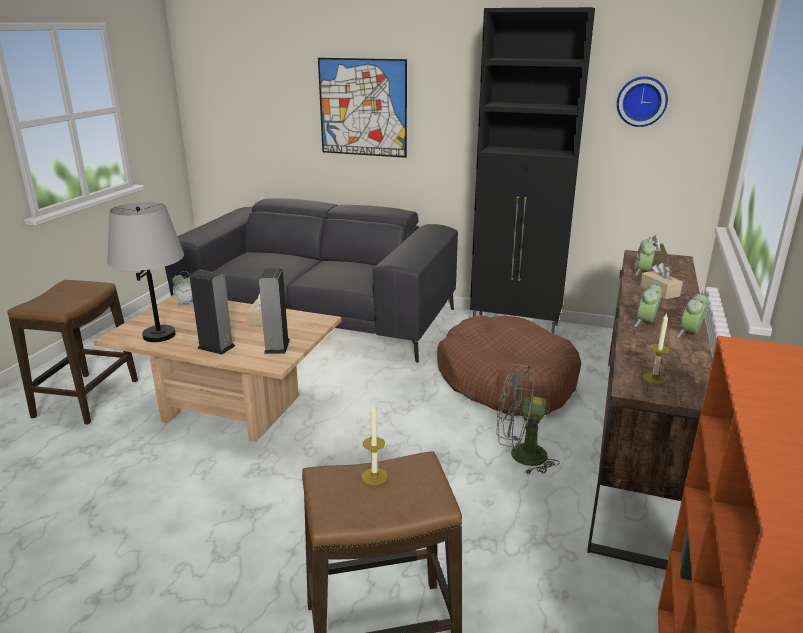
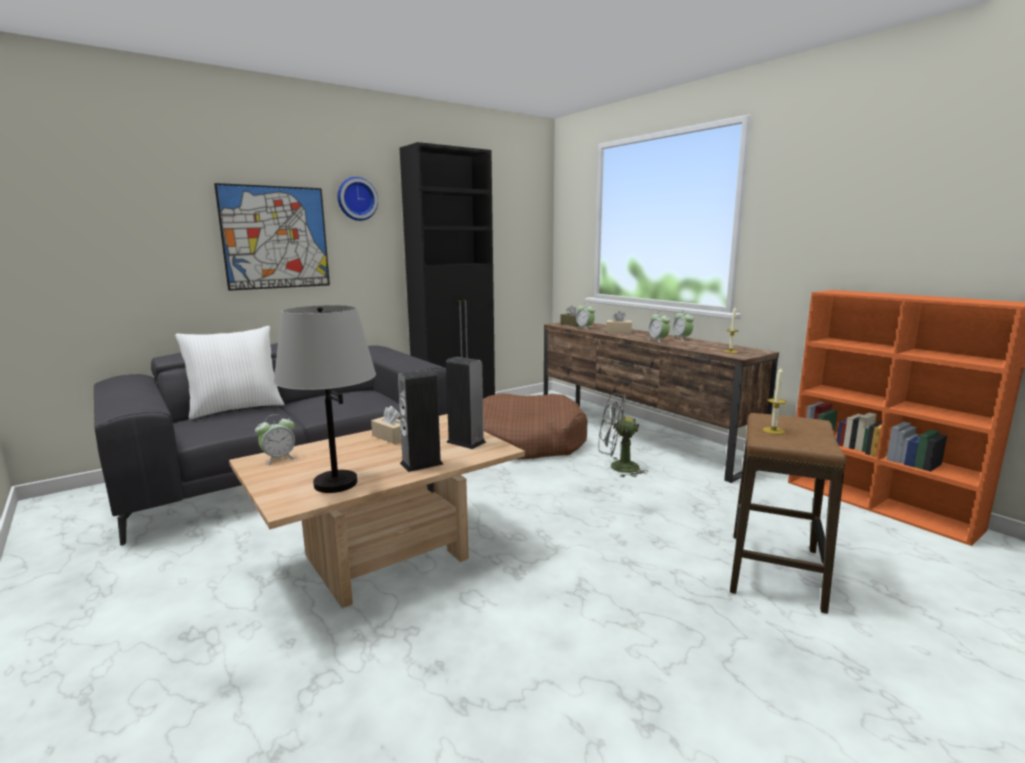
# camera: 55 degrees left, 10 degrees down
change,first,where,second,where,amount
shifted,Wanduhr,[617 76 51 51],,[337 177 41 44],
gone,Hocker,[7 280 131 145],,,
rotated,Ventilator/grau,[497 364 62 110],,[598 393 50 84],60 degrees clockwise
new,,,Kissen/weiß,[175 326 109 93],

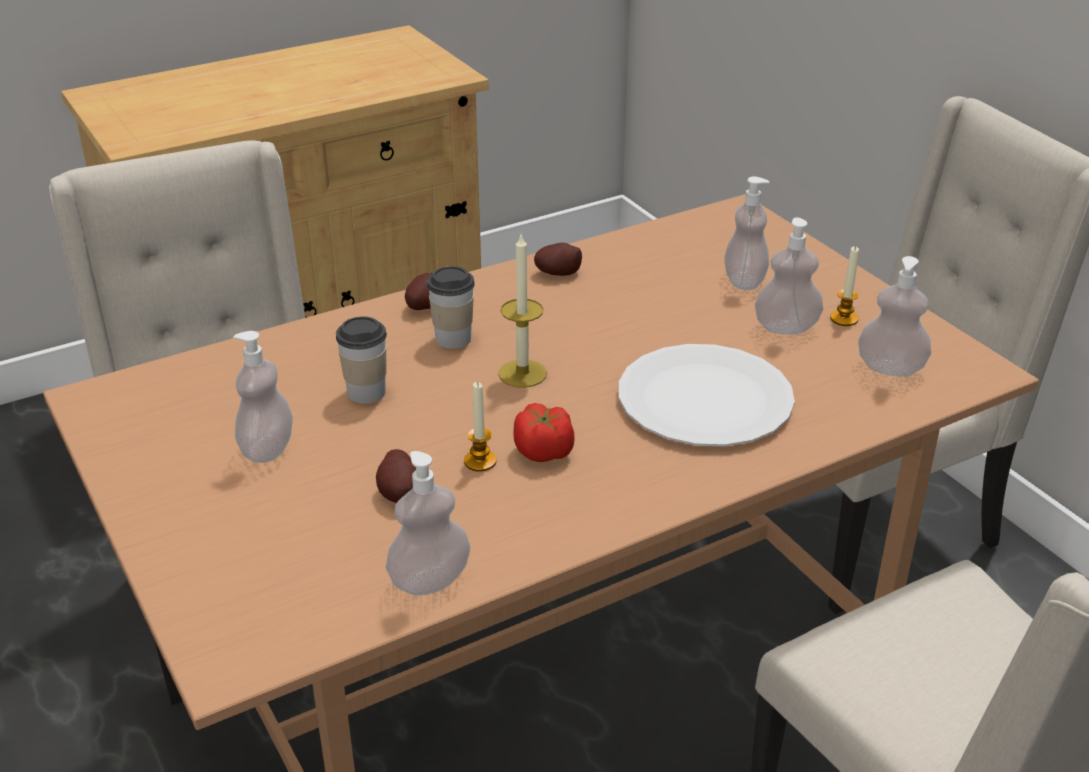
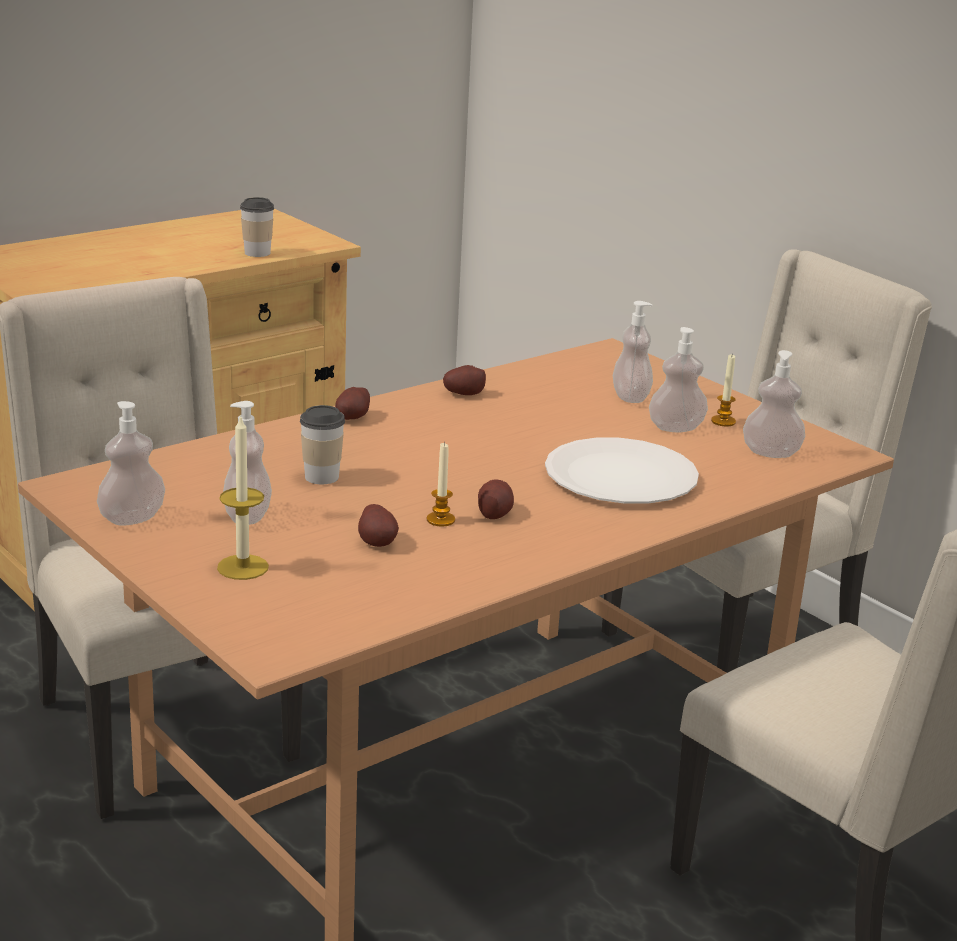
# camera: 10 degrees left, 10 degrees down
change,first,where,second,where,amount
shifted,Kerze,[498 234 49 154],,[217 414 52 166],
shifted,Tasse,[427 266 48 83],,[240 197 34 60],
swapped,Tomate,[513 403 62 59],Kartoffel,[478 479 36 40],
shifted,Seifenspender,[385 451 86 145],,[97 401 68 125],

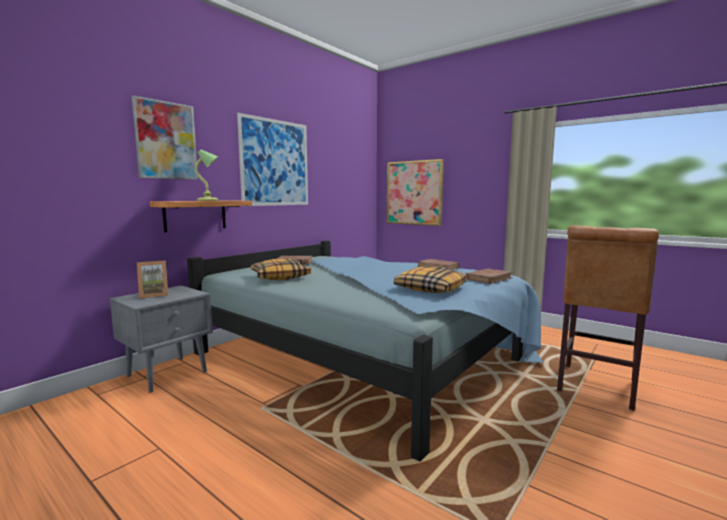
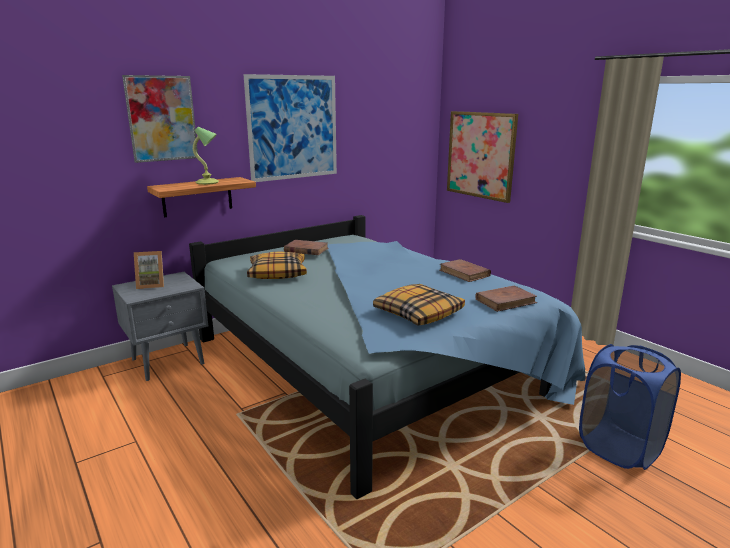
# camera: 15 degrees right, 10 degrees up
change,first,where,second,where,amount
swapped,Hocker/braun,[557 226 102 185],Wäschekorb/blau,[579 344 102 126],

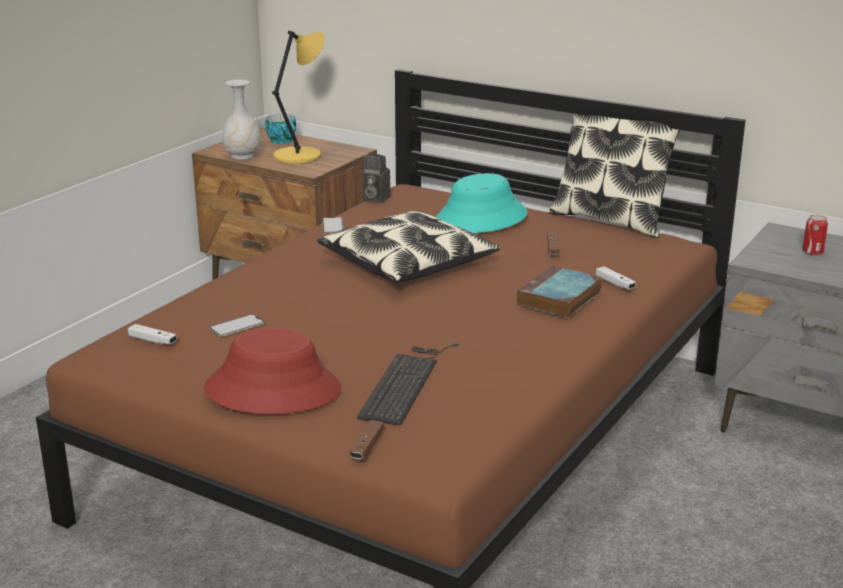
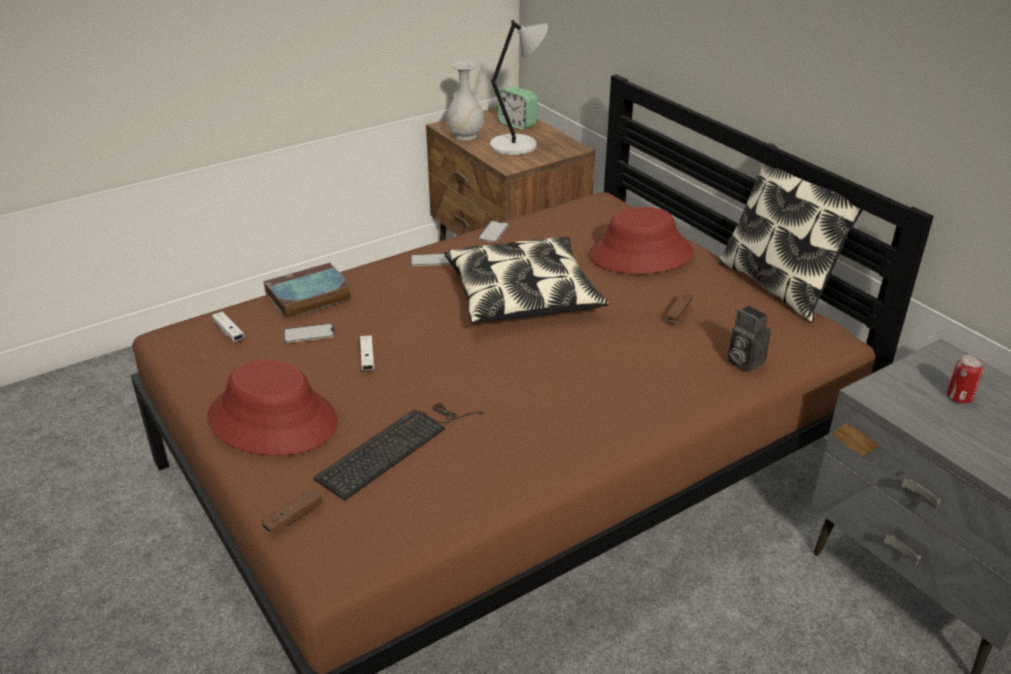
# camera: 25 degrees right, 10 degrees up
change,first,where,second,where,amount
repainted,Tischlampe/gelb,[272 30 53 134],Tischlampe/grau,[490 20 58 135],
swapped,Tasse,[265 114 31 30],Wecker,[498 86 40 44],
shifted,Kamera,[363 154 28 49],,[728 306 43 66],
repainted,Hut/türkis,[436 173 92 60],Hut/rot,[589 207 105 67],
shifted,Buch,[517 266 85 52],,[264 263 89 56],
shifted,Gamepad/weiß,[596 266 40 24],,[360 335 14 36],
new,,,Handy,[410 253 41 13],

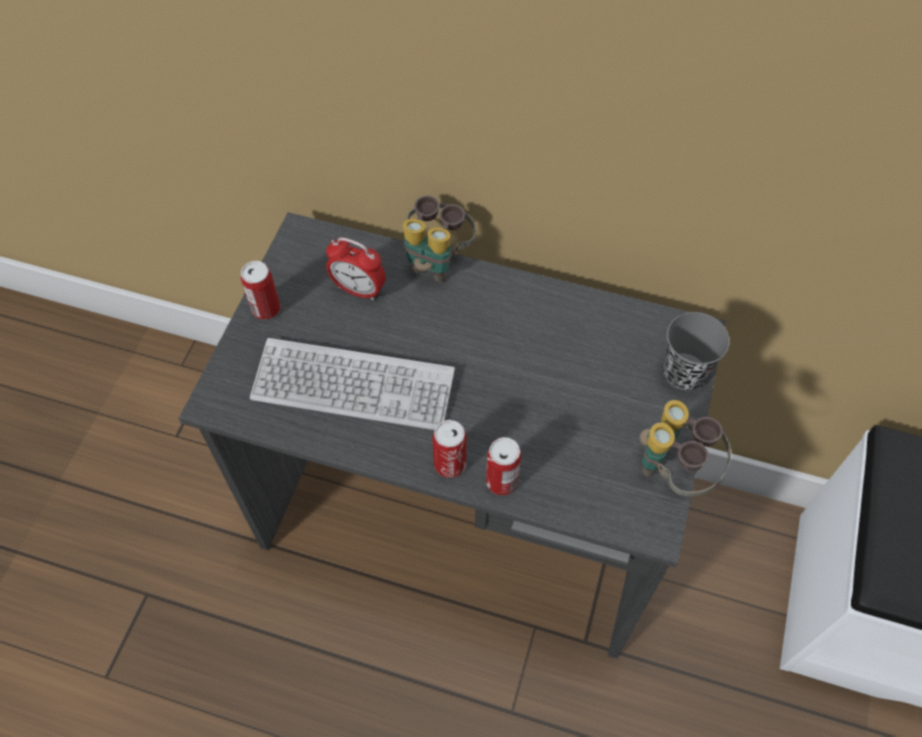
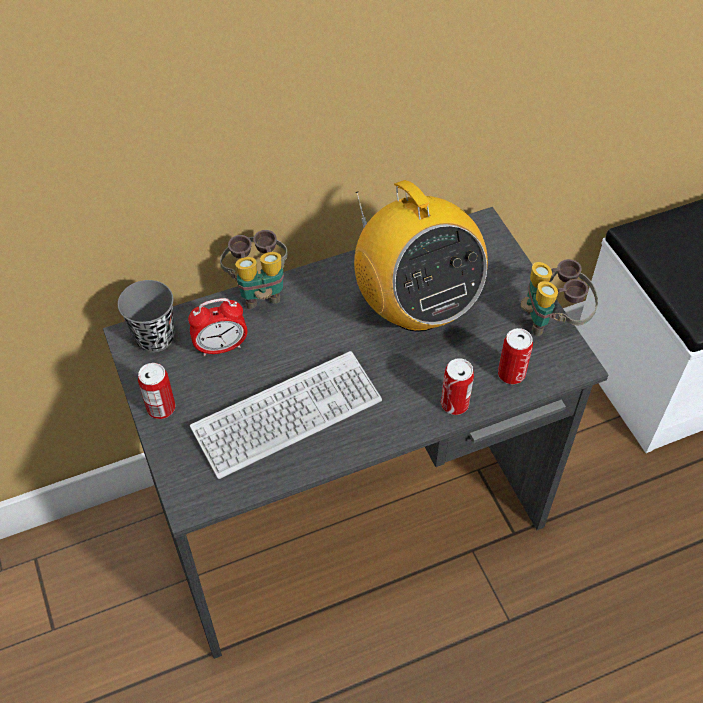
# camera: 40 degrees left, 5 degrees down
change,first,where,second,where,amount
shifted,Tasse/grau,[663 312 67 79],,[118 280 56 73],
shifted,Dose,[433 420 34 58],,[498 328 35 57],
new,,,Radio,[354 180 134 152],

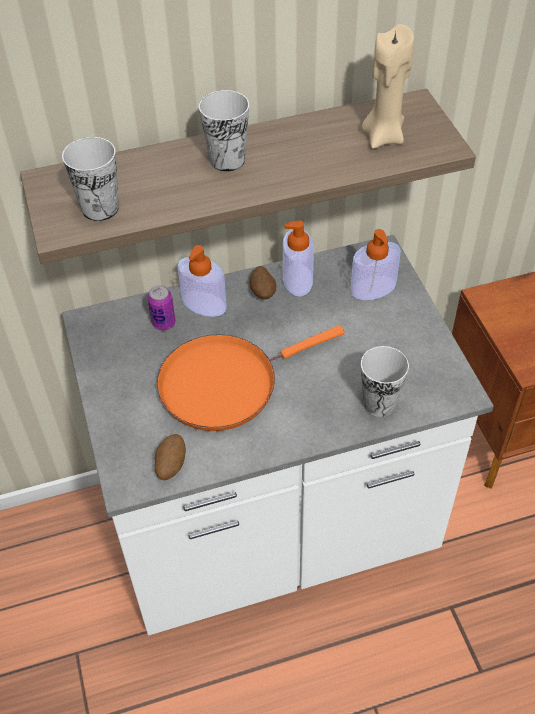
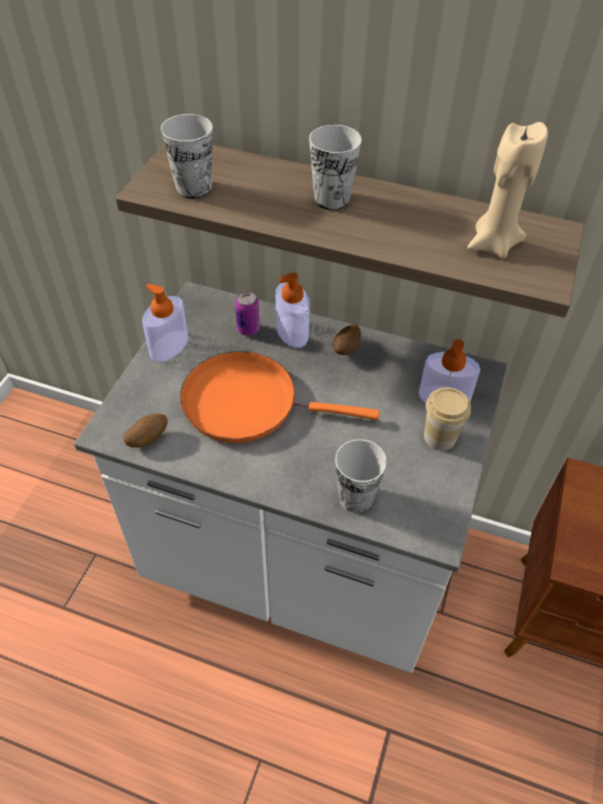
# camera: 35 degrees right, 0 degrees up
change,first,where,second,where,amount
shifted,Seifenspender,[283 220 31 77],,[142 284 46 78],
new,,,Tasse,[424 388 47 63],

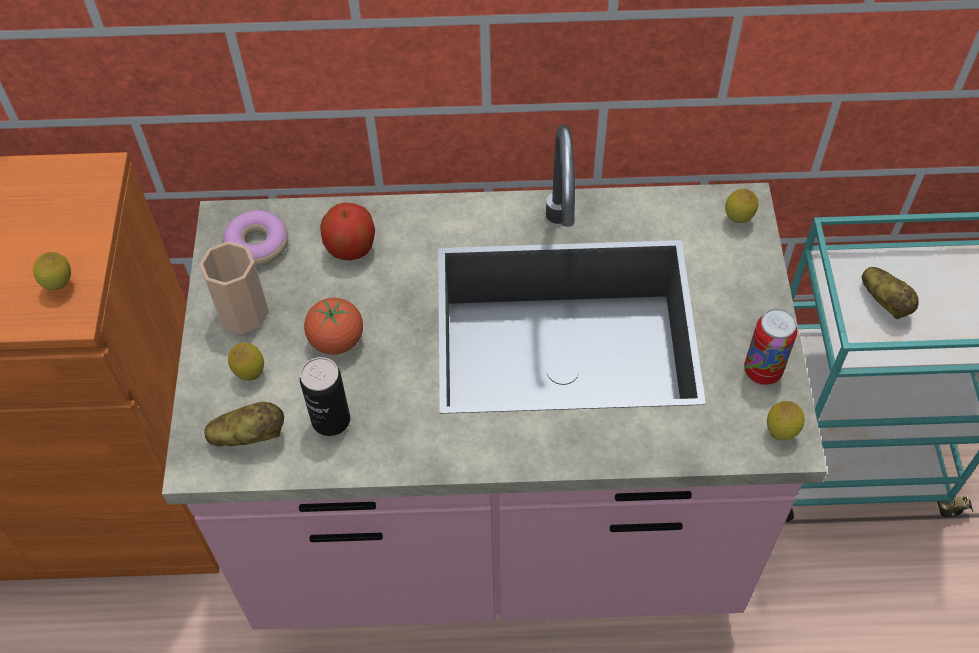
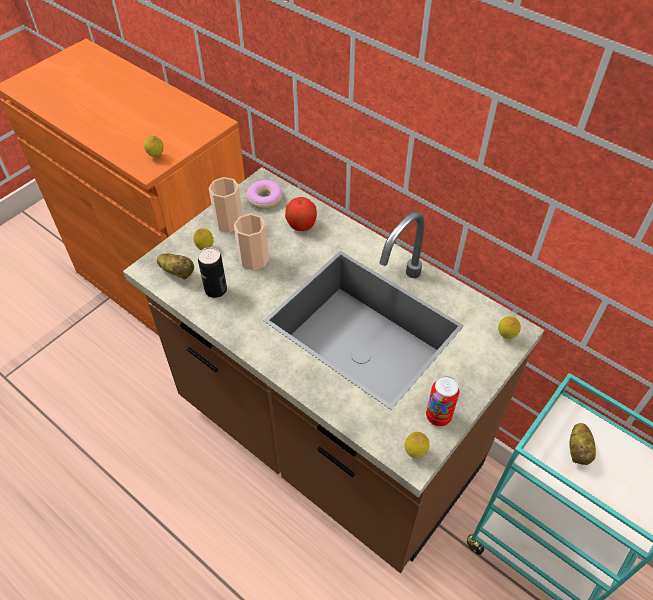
# camera: 40 degrees right, 5 degrees down
change,first,where,second,where,amount
repainted,Küchenzeile/rosa,[162 124 665 505],Küchenzeile/braun,[123 167 421 406],
swapped,Tomate,[304 298 59 57],Tasse,[234 214 35 57],

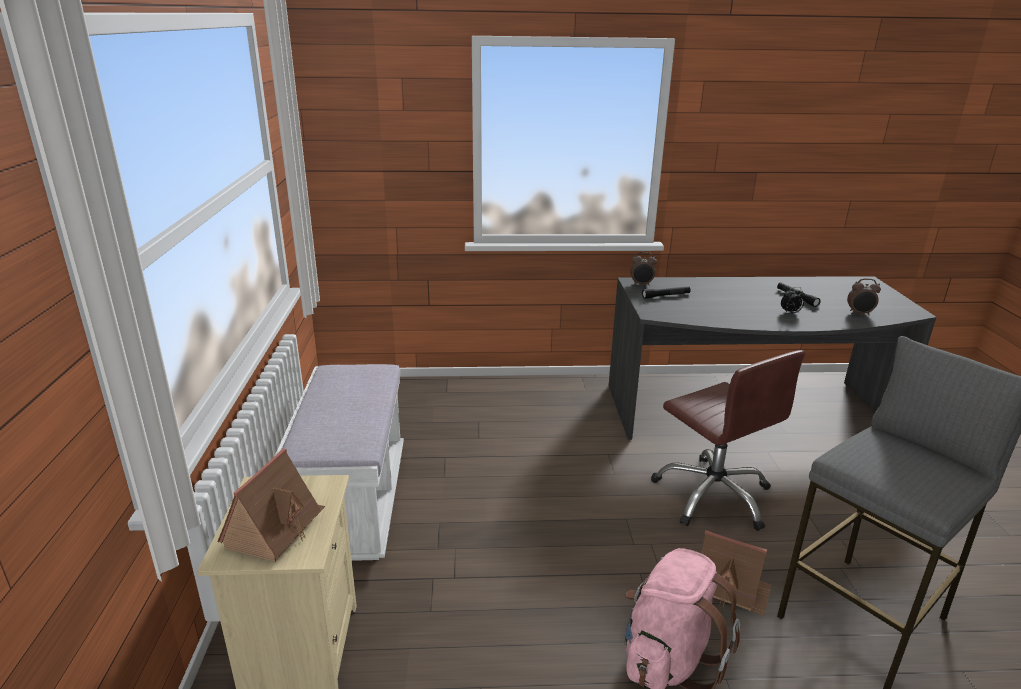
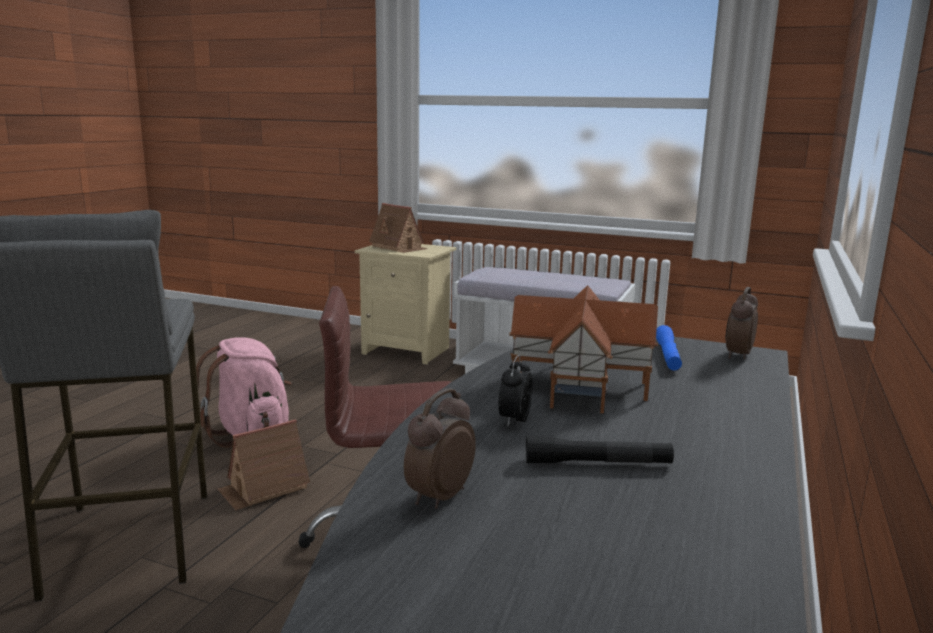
# camera: 115 degrees right, 10 degrees down
change,first,where,second,where,amount
repainted,Taschenlampe/schwarz,[642 286 49 13],Taschenlampe/blau,[656 325 26 45],
new,,,Spielzeughaus,[509 285 149 128],

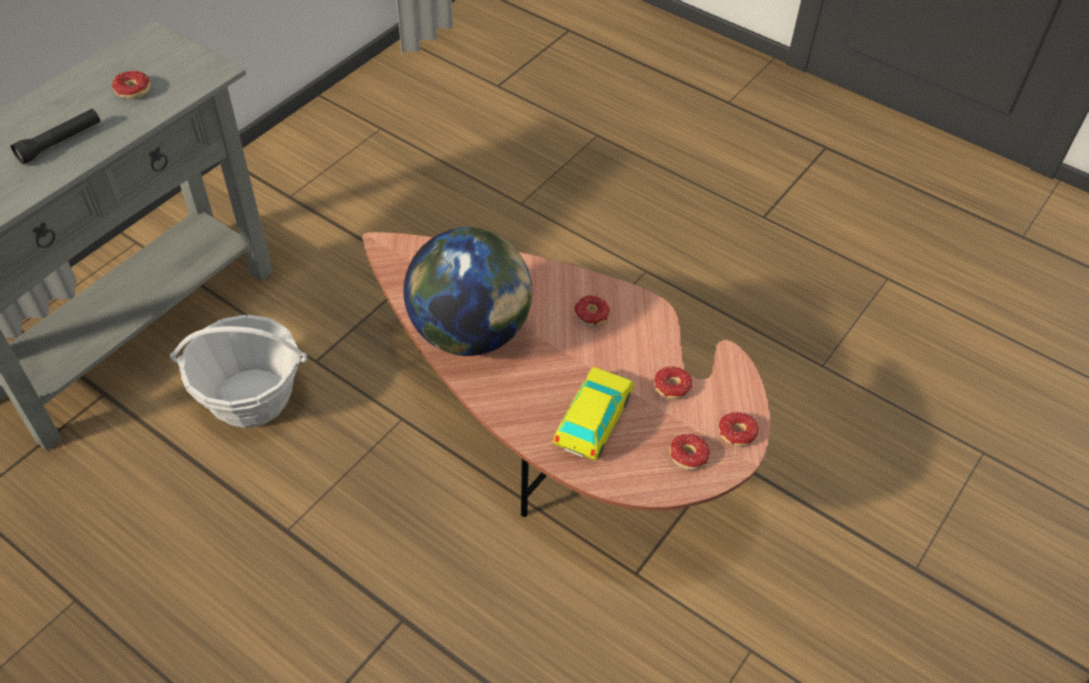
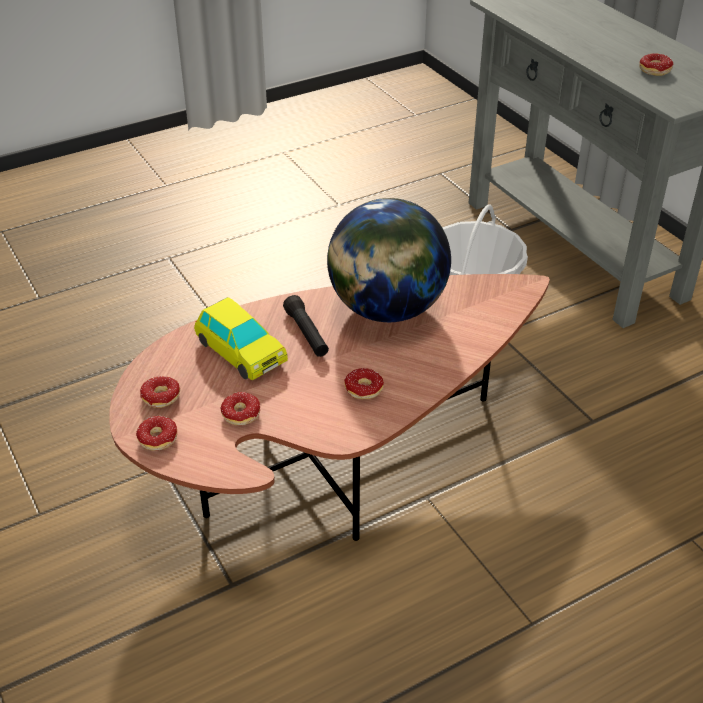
# camera: 115 degrees right, 10 degrees down
change,first,where,second,where,amount
shifted,Taschenlampe/schwarz,[11 109 89 56],,[283 295 46 62],

